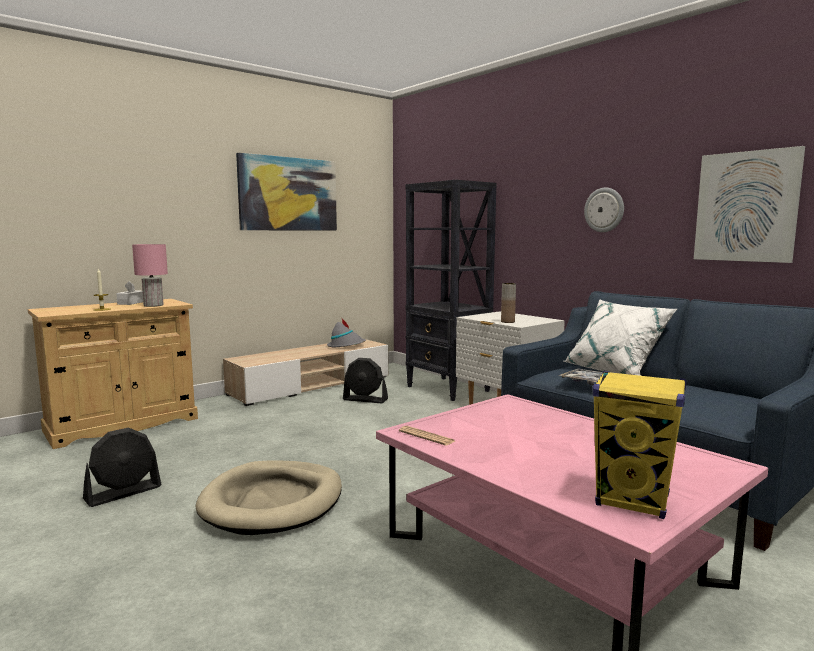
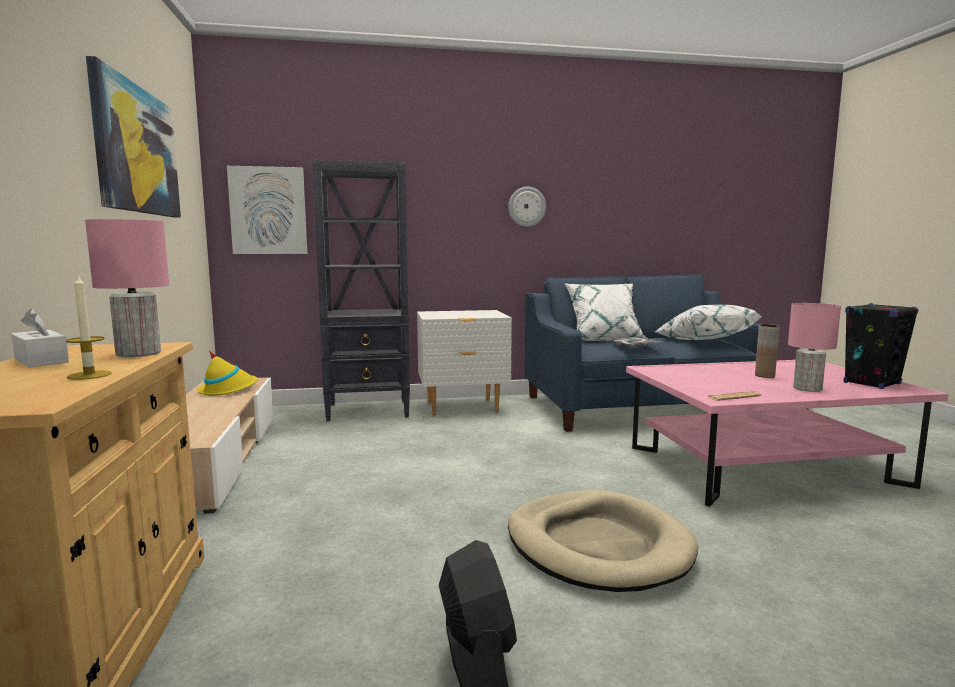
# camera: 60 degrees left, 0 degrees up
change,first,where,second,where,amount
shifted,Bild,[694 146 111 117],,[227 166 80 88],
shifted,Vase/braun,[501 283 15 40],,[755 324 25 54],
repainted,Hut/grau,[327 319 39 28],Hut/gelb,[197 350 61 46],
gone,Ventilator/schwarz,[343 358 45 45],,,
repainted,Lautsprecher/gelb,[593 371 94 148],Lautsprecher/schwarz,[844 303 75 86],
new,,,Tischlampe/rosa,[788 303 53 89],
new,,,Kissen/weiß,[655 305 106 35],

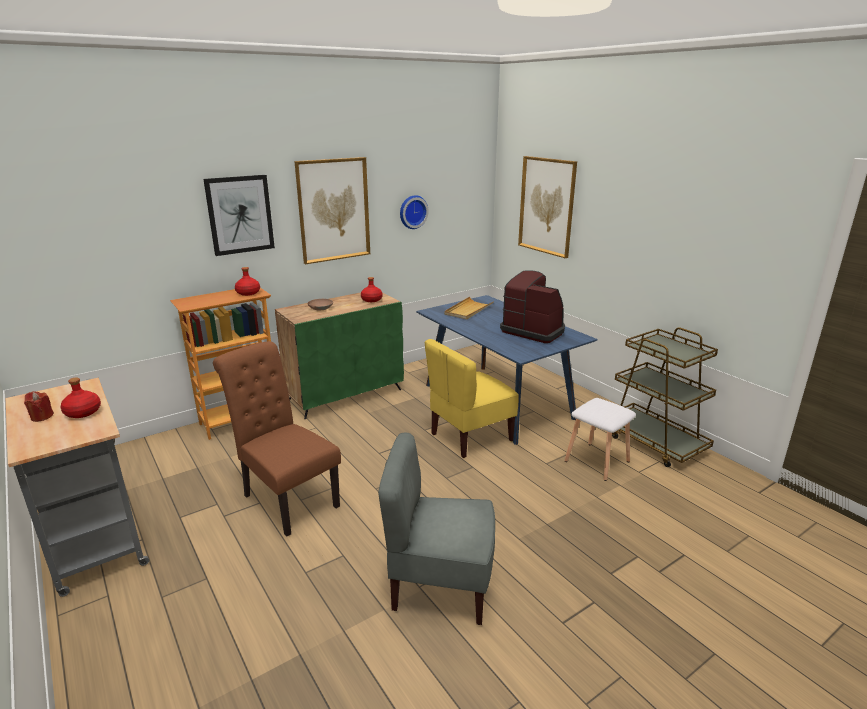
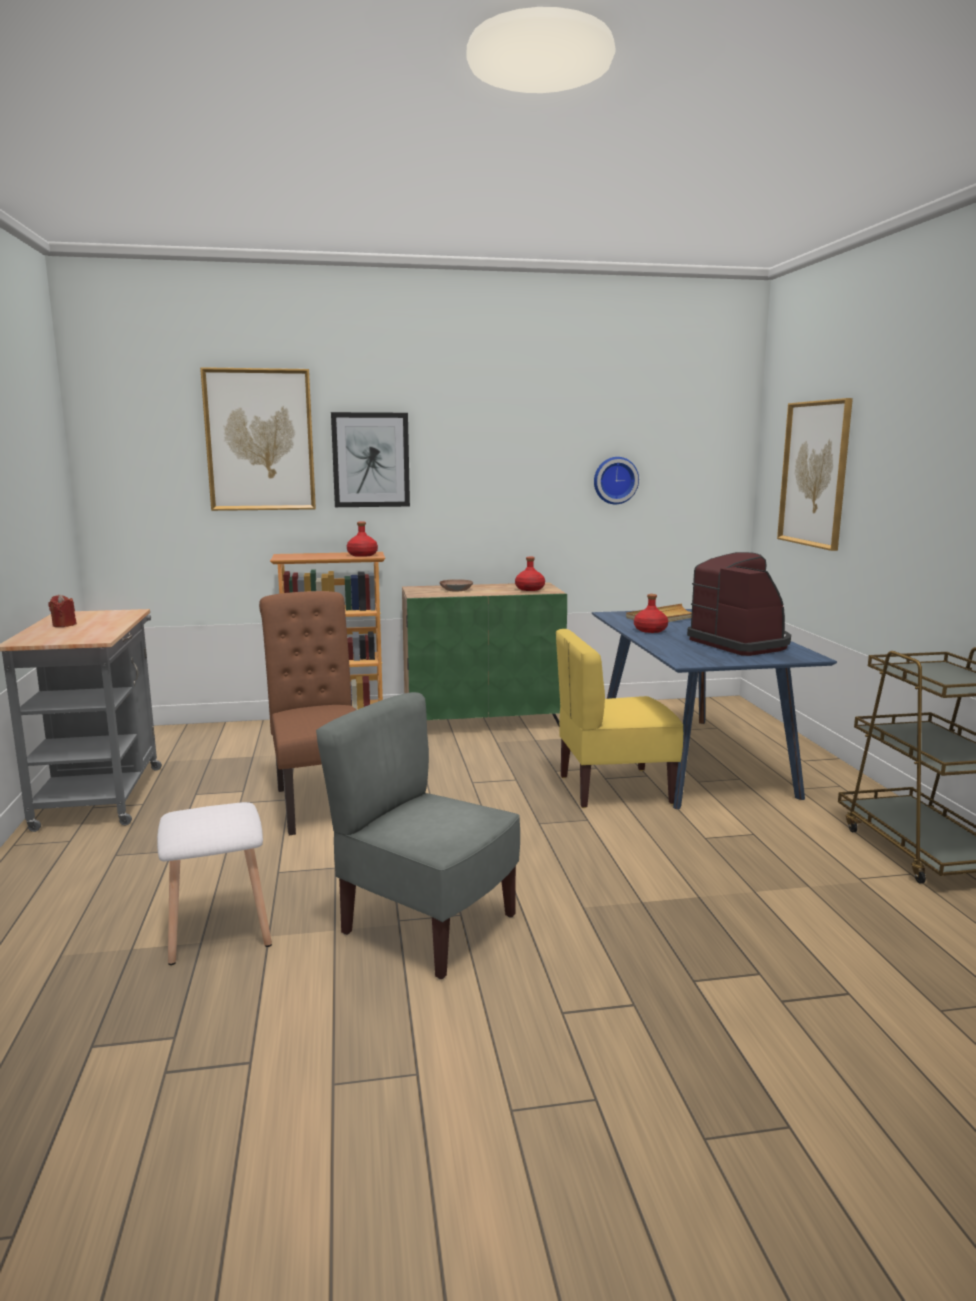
# camera: 25 degrees right, 10 degrees down
change,first,where,second,where,amount
shifted,Bild,[294 157 76 107],,[200 367 116 144],
shifted,Flasche/rot,[60 377 41 41],,[634 594 34 39],
shifted,Hocker/weiß,[565 398 71 83],,[157 802 115 163],

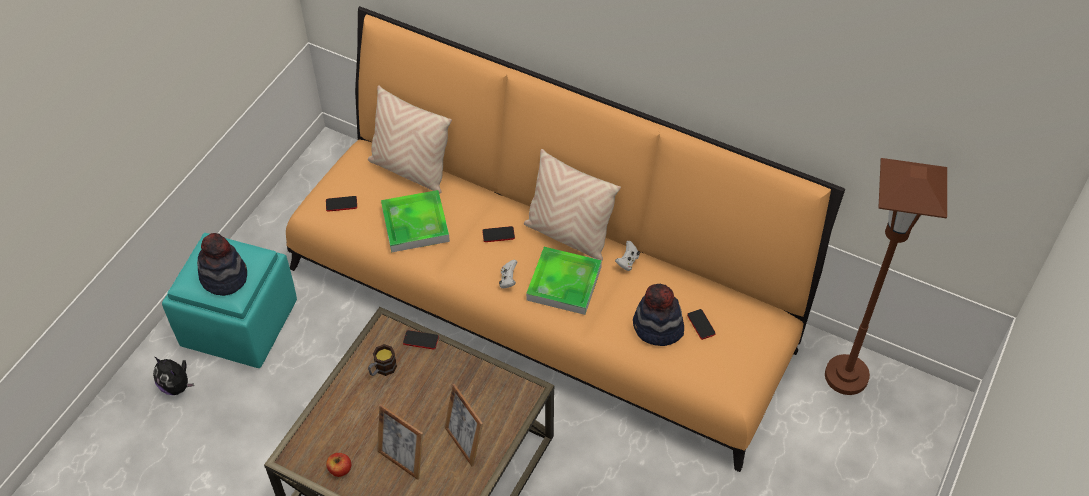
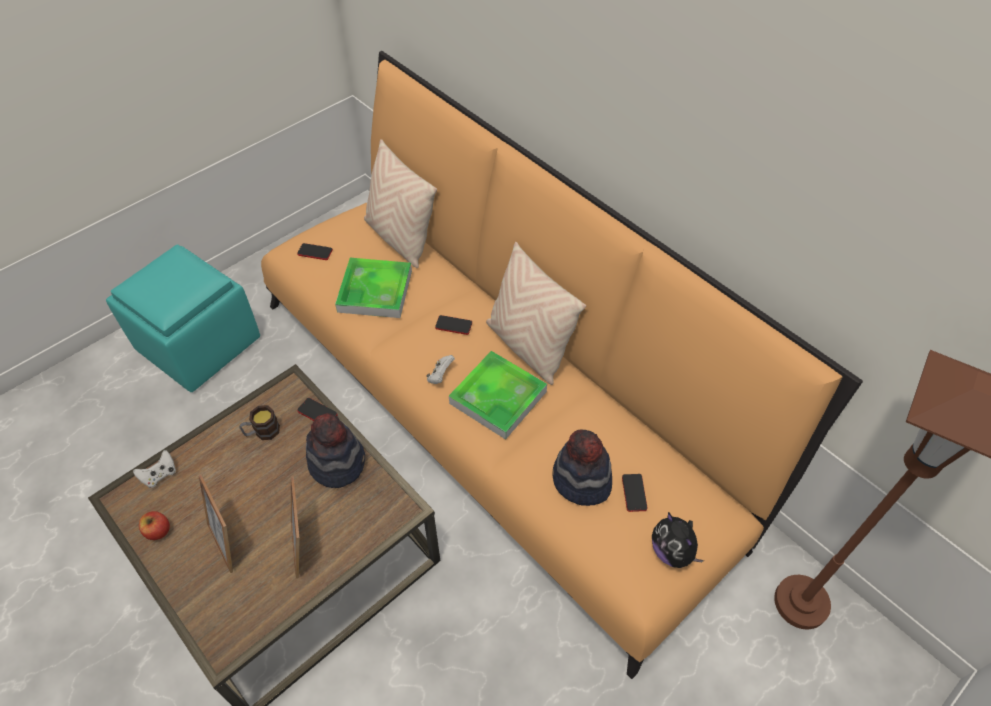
# camera: 20 degrees right, 0 degrees up
change,first,where,second,where,amount
shifted,Hut,[197 233 50 63],,[306 413 59 75],
shifted,Gamepad/weiß,[615 241 25 30],,[133 450 43 38],
shifted,Plüschtier,[153 357 41 38],,[652 512 52 56],

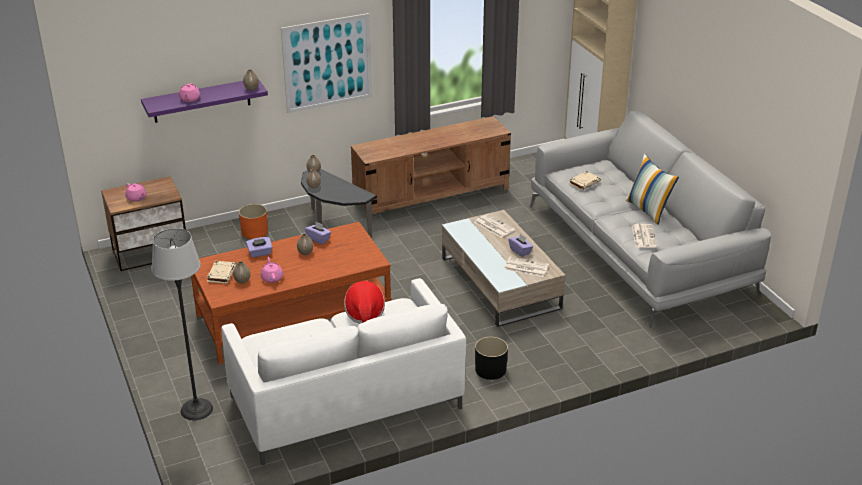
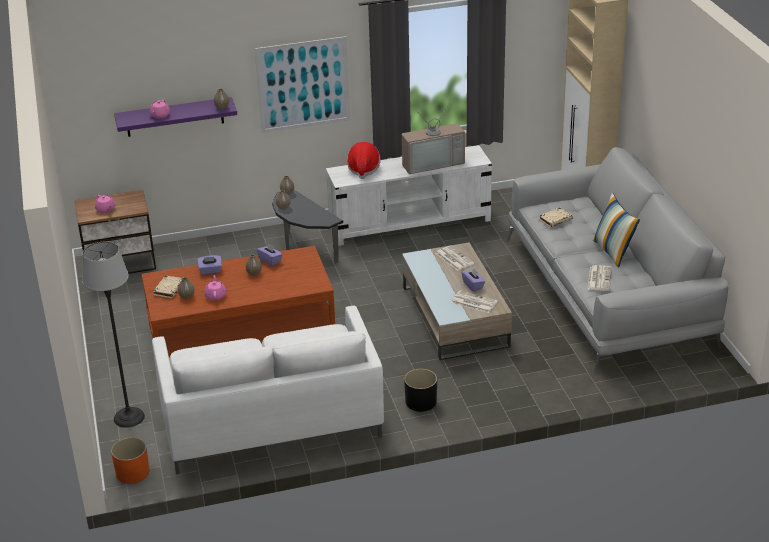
# camera: 10 degrees right, 0 degrees up
change,first,where,second,where,amount
repainted,Fernsehschrank/braun,[351 116 160 104],Fernsehschrank/weiß,[326 145 166 101],
shifted,Pflanzkübel/orange,[239 204 29 35],,[111 437 38 47],
shifted,Hut,[344 281 41 43],,[347 142 33 37],
new,,,Fernseher,[402 102 63 72],

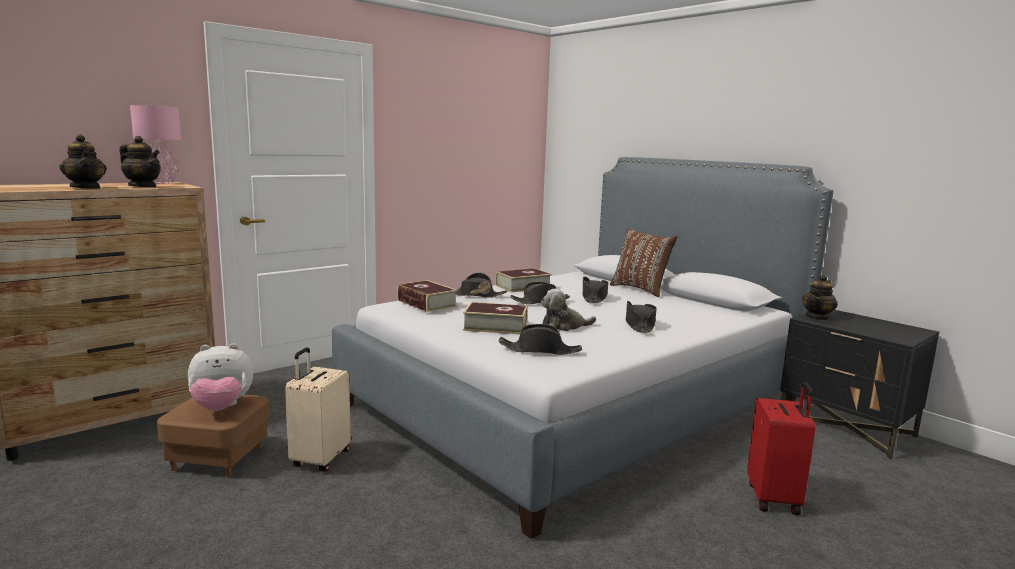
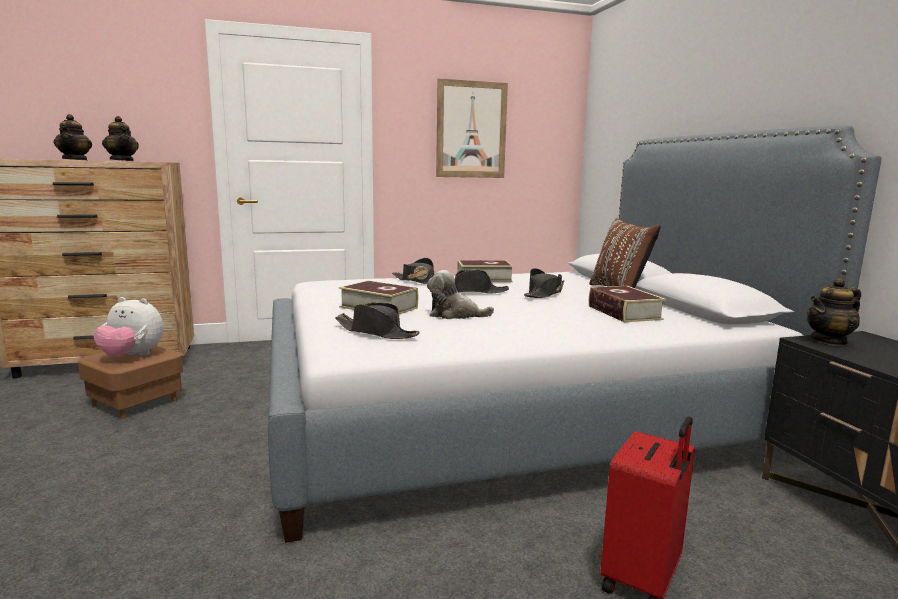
# camera: 25 degrees right, 0 degrees up
change,first,where,second,where,amount
gone,Tischlampe/rosa,[130 105 51 79],,,
shifted,Buch,[397 280 61 32],,[589 286 77 36],
gone,Hut/schwarz,[626 301 31 32],,,
gone,Koffer/beige,[285 347 66 124],,,
new,,,Bild,[436 79 72 99],

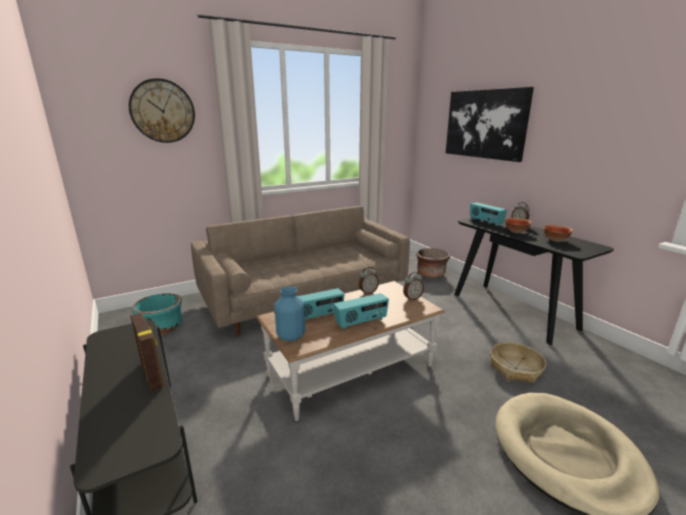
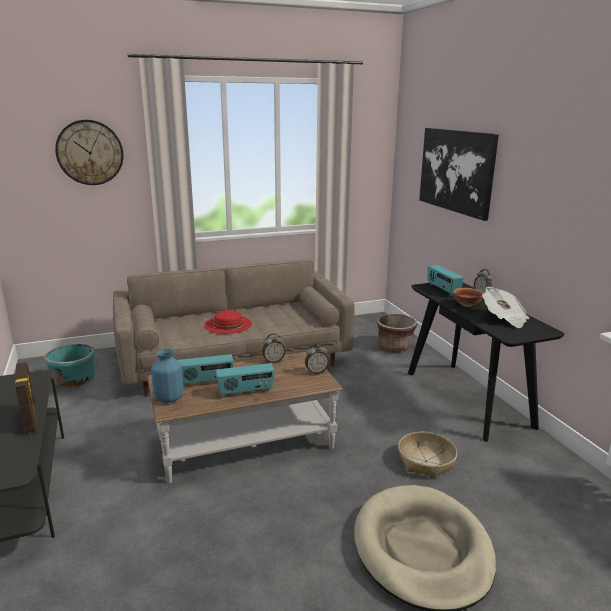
# camera: 10 degrees right, 0 degrees up
change,first,where,second,where,amount
swapped,Schüssel,[544 225 29 17],Zeitung,[482 287 47 41],
new,,,Hut/rot,[204 310 48 24],

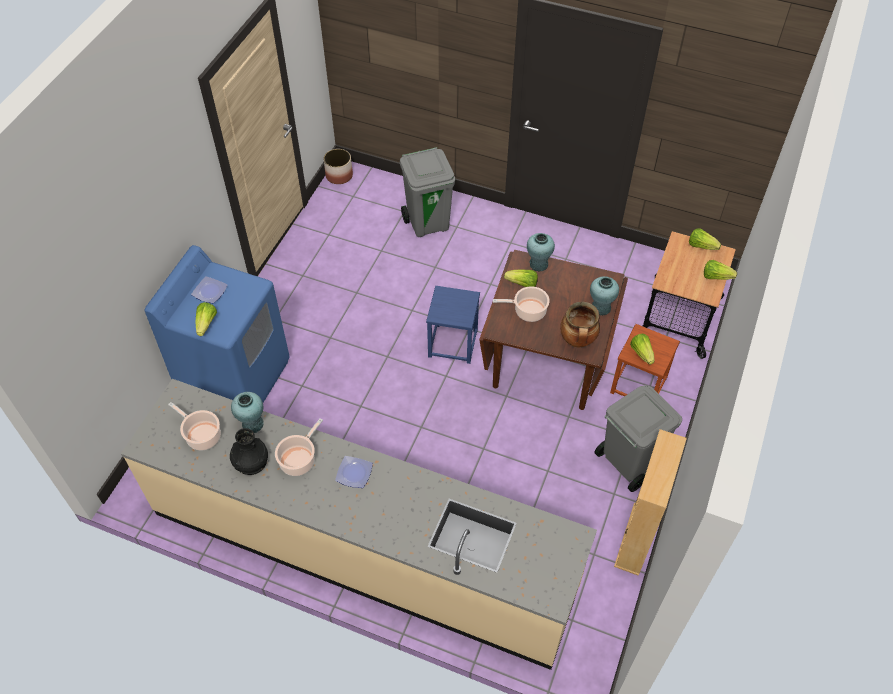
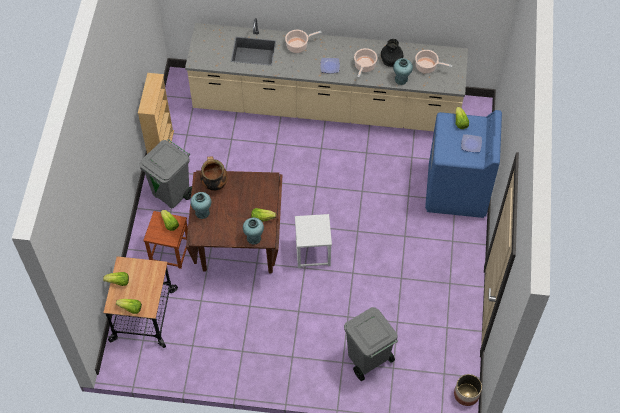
# camera: 165 degrees right, 5 degrees up
change,first,where,second,where,amount
repainted,Hocker/blau,[426 286 54 78],Hocker/weiß,[295 214 37 54],
shifted,Kochtopf,[493 286 57 36],,[285 30 37 23],

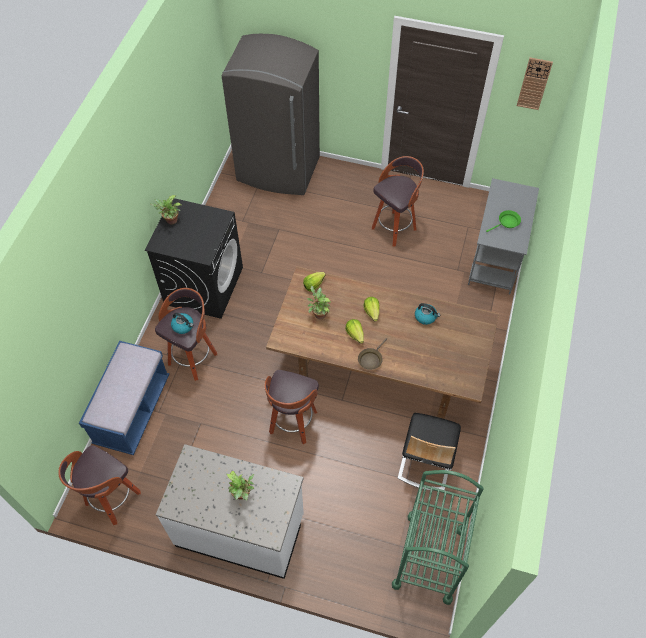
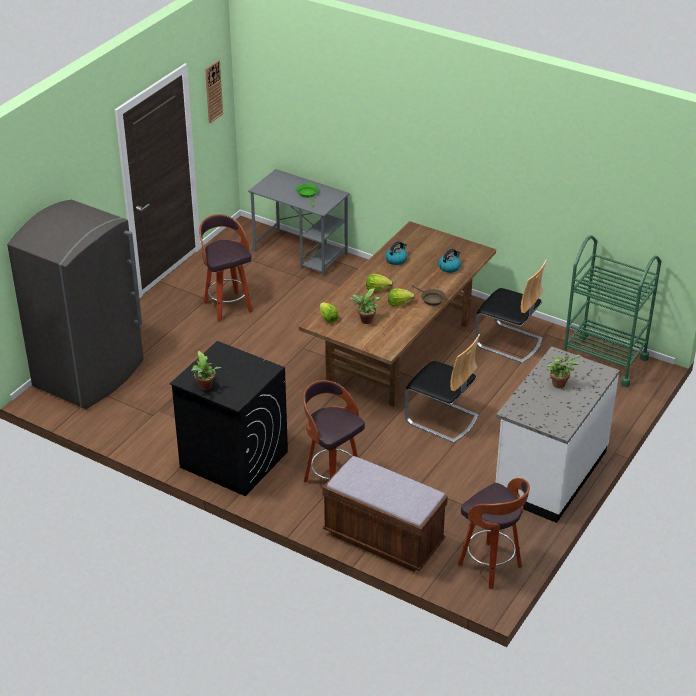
# camera: 75 degrees left, 20 degrees down
change,first,where,second,where,amount
shifted,Wasserkessel,[171 313 22 21],,[438 249 23 24],
repainted,Bank/blau,[79 341 90 114],Bank/braun,[322 456 126 116],
swapped,Hocker,[264 370 55 74],Stuhl,[405 334 75 109],

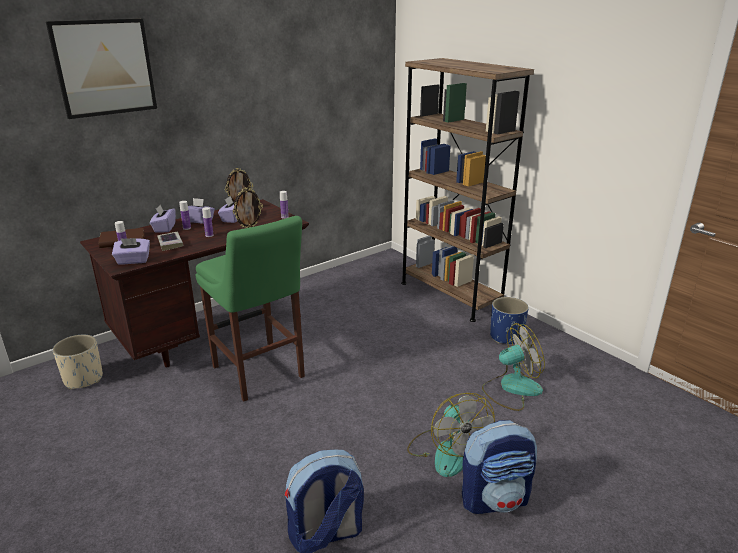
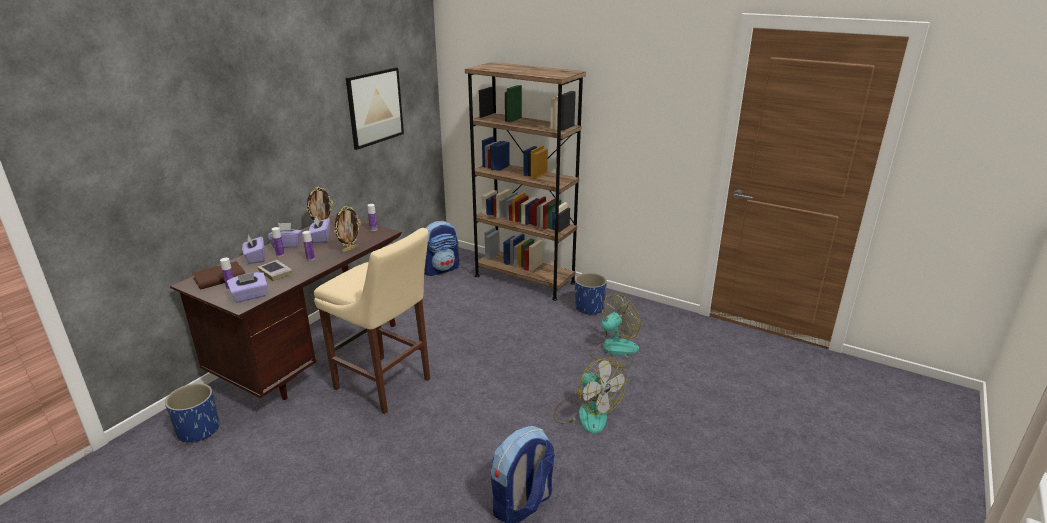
# camera: 20 degrees left, 0 degrees up
change,first,where,second,where,amount
shifted,Bild,[46 18 111 101],,[346 67 58 83],
repainted,Hocker/grün,[195 216 110 186],Hocker/beige,[314 228 116 186],
repainted,Pflanzkübel/beige,[53 335 50 55],Pflanzkübel/blau,[165 383 54 61],
shifted,Rucksack,[462 420 75 94],,[424 221 35 55],

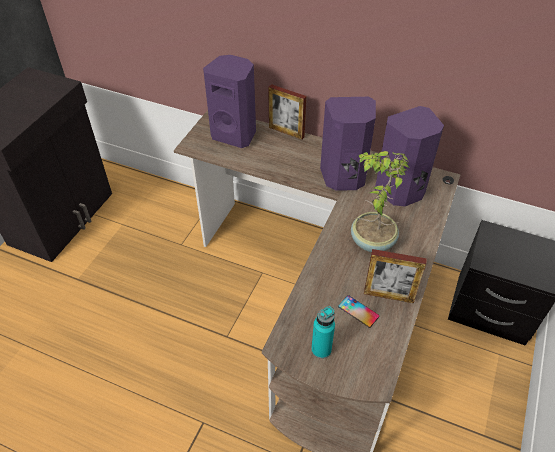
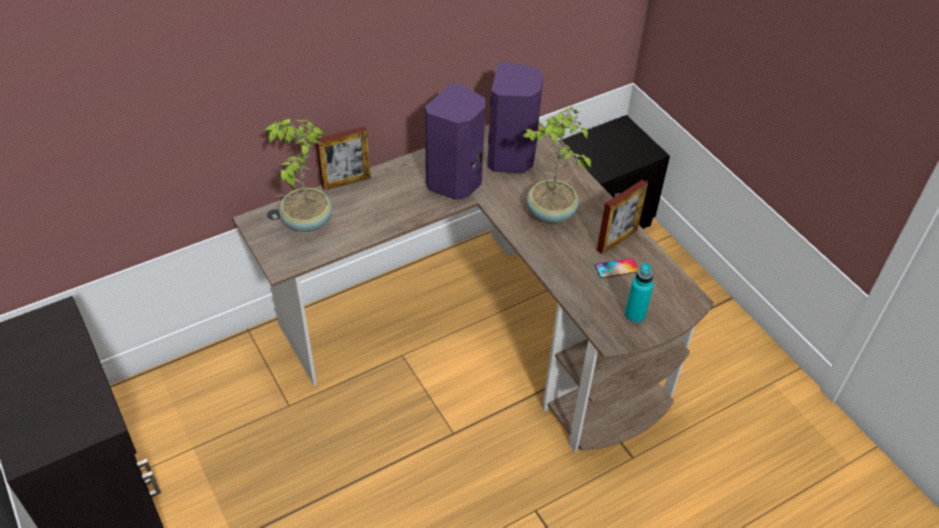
# camera: 55 degrees left, 0 degrees up
change,first,where,second,where,amount
swapped,Lautsprecher/lila,[203 55 53 93],Topfpflanze,[263 119 69 113],

